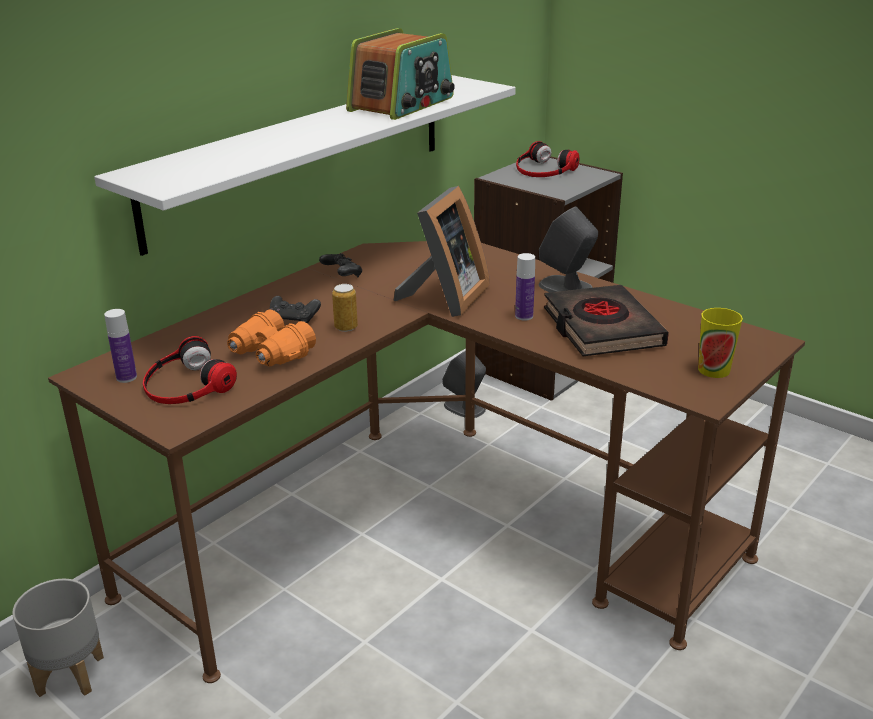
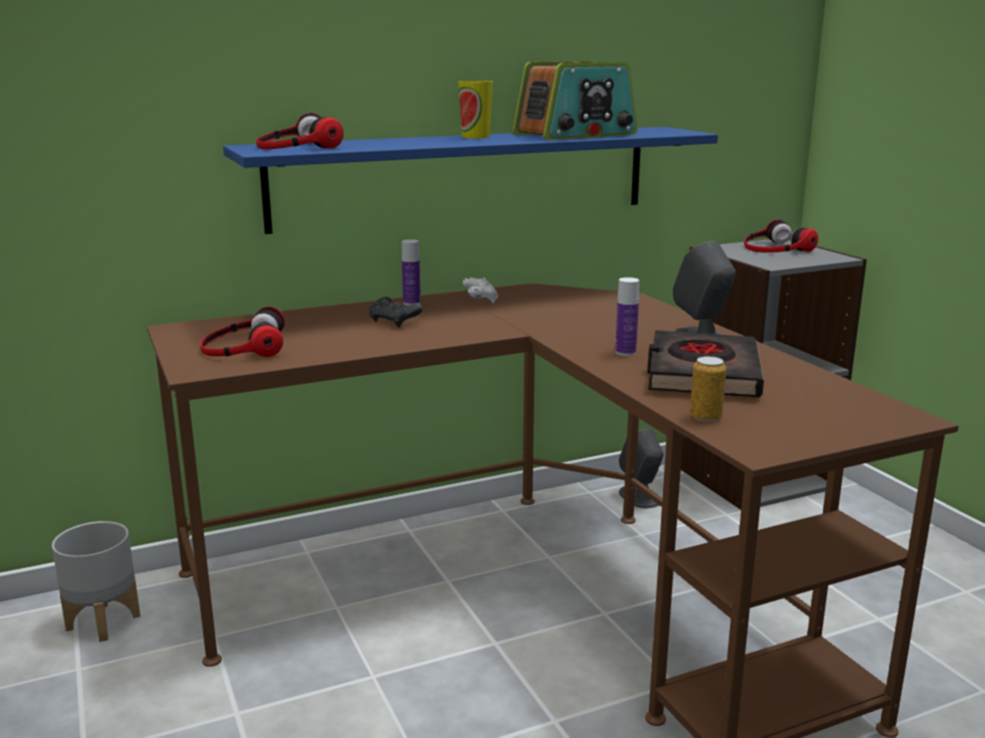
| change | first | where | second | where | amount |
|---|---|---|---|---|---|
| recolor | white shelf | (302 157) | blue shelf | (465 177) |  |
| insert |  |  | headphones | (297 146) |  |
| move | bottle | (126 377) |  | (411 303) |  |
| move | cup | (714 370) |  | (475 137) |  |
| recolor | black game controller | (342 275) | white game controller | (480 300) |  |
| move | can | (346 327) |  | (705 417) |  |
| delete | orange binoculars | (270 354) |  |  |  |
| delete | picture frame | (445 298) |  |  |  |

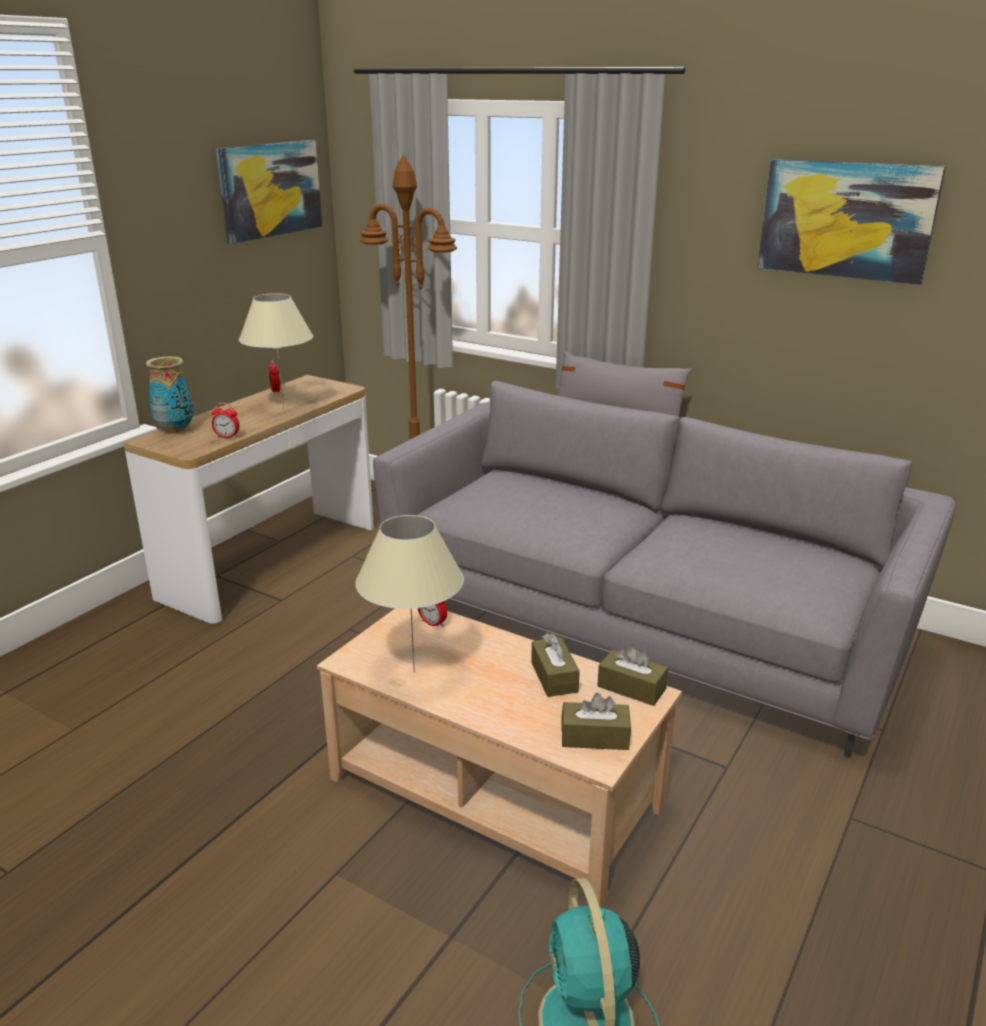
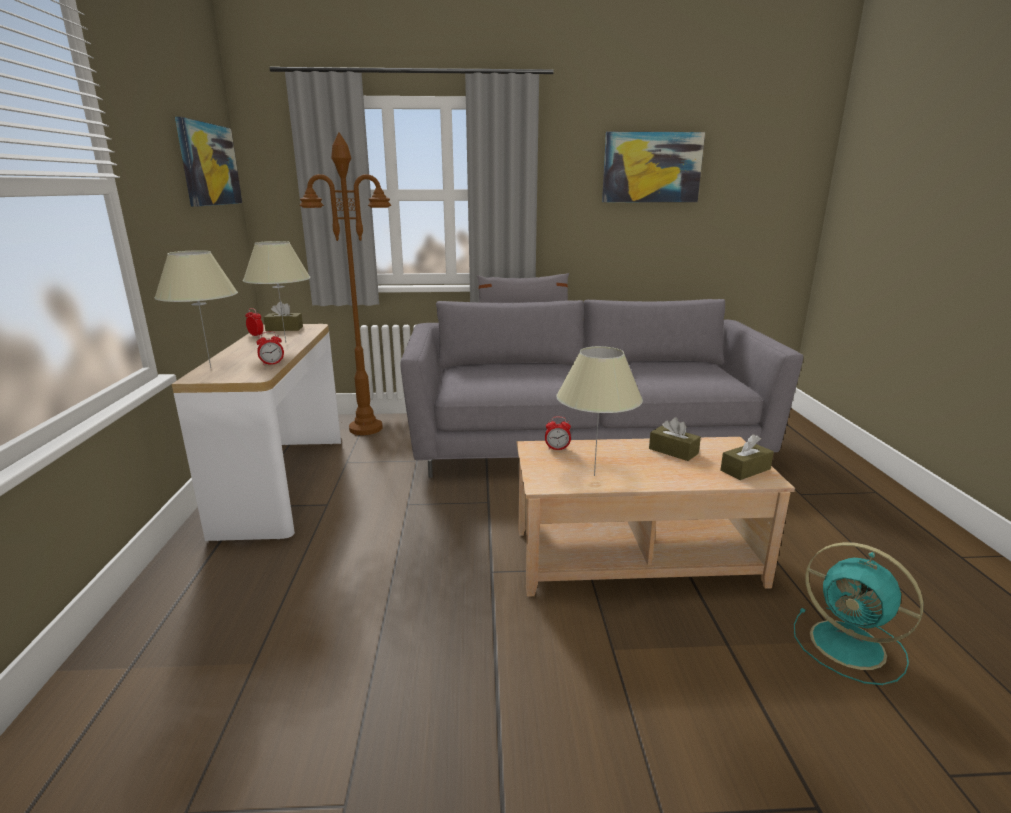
| change | first | where | second | where | amount |
|---|---|---|---|---|---|
| replace | vase | (175 429) | beige table lamp | (210 368) |  |
| move | brown tissue box | (631 688) |  | (284 329) |  |

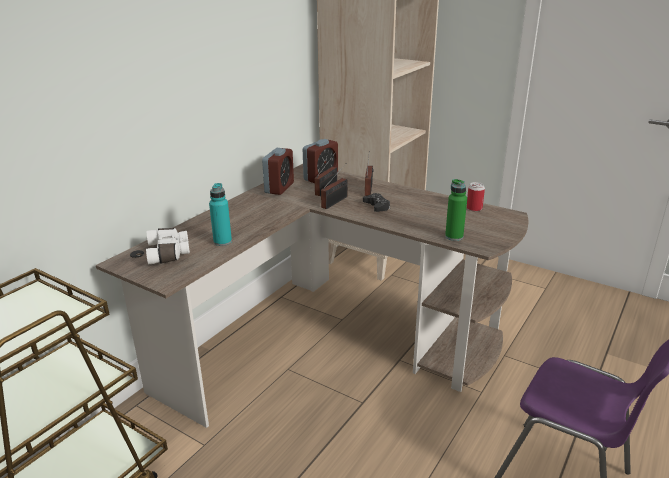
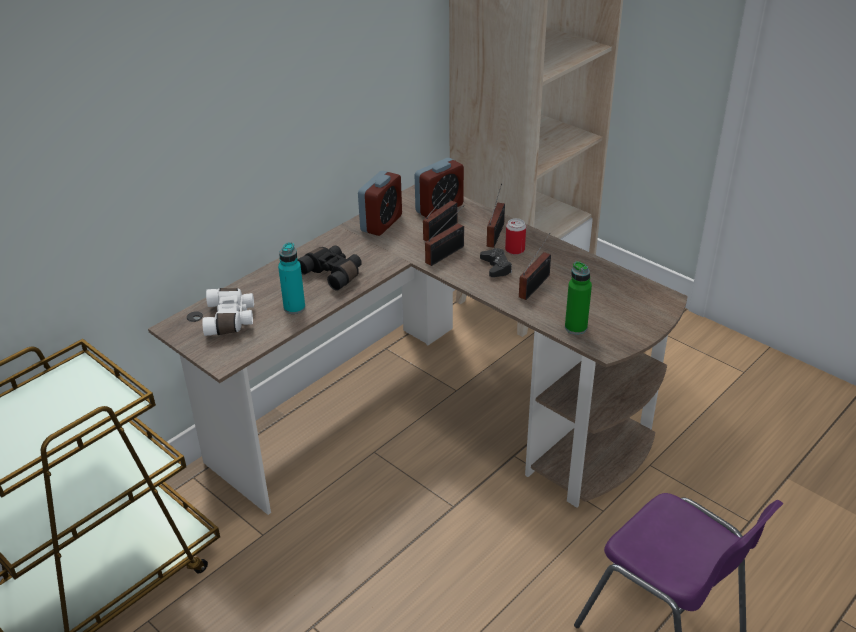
| change | first | where | second | where | amount |
|---|---|---|---|---|---|
| insert |  |  | black binoculars | (333 273) |  |
| move | can | (474 208) |  | (515 250) |  |
| insert |  |  | radio | (536 285) |  |

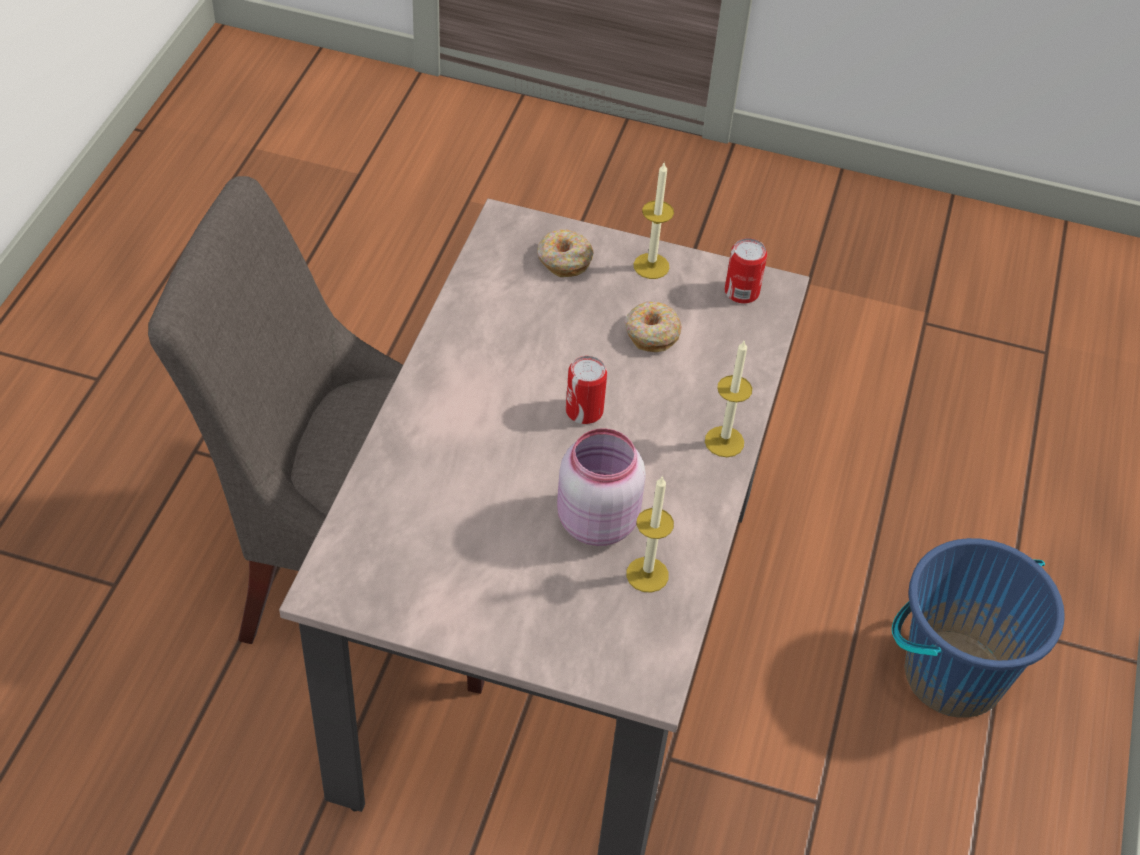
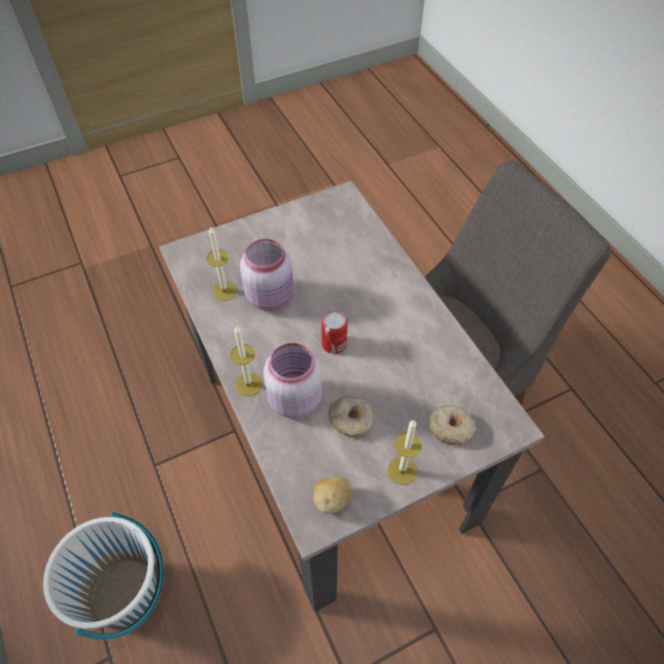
| change | first | where | second | where | amount |
|---|---|---|---|---|---|
| recolor | blue bucket | (952 674) | white bucket | (126 593) |  |
| insert |  |  | pink jar | (293 399) |  |
| replace | can | (741 292) | potato | (331 500) |  |

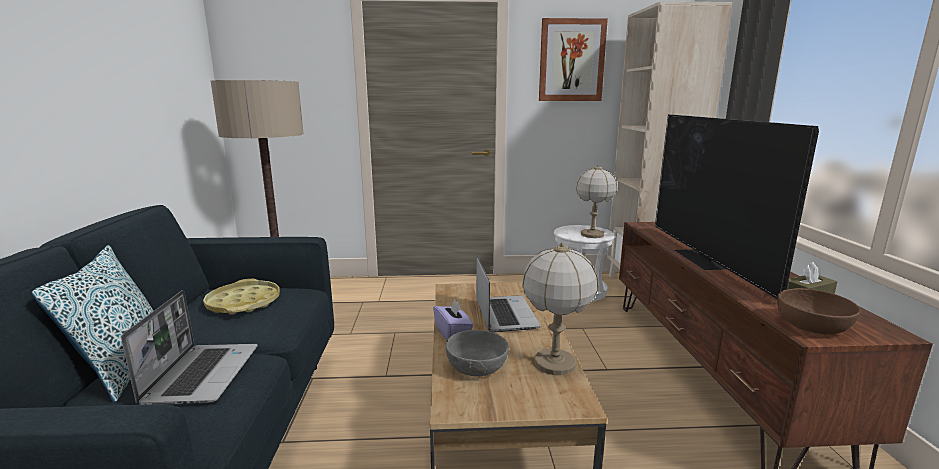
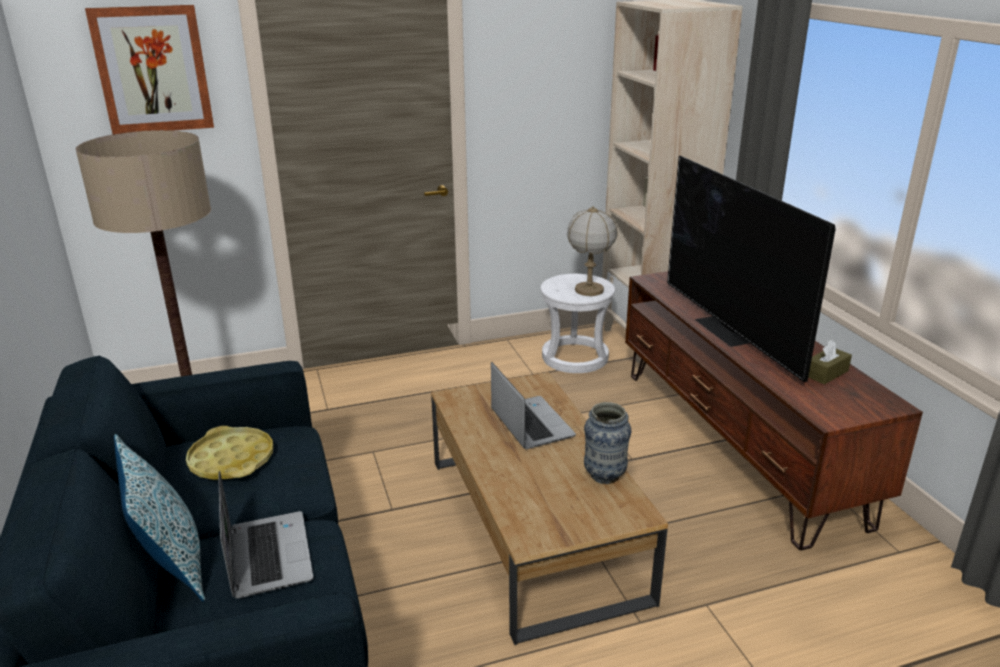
| change | first | where | second | where | amount |
|---|---|---|---|---|---|
| move | picture | (571 60) |  | (153 70) |  |
| replace | table lamp | (555 363) | vase | (604 476) |  |
| delete | purple tissue box | (453 333) |  |  |  |
| delete | grey bowl | (477 366) |  |  |  |
| delete | brown bowl | (812 326) |  |  |  |

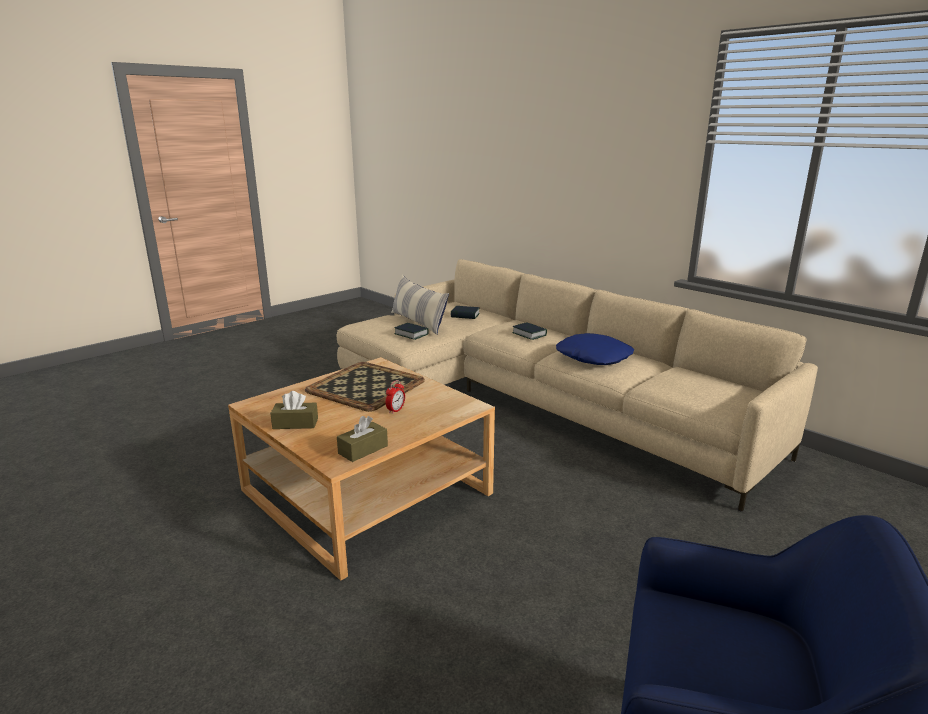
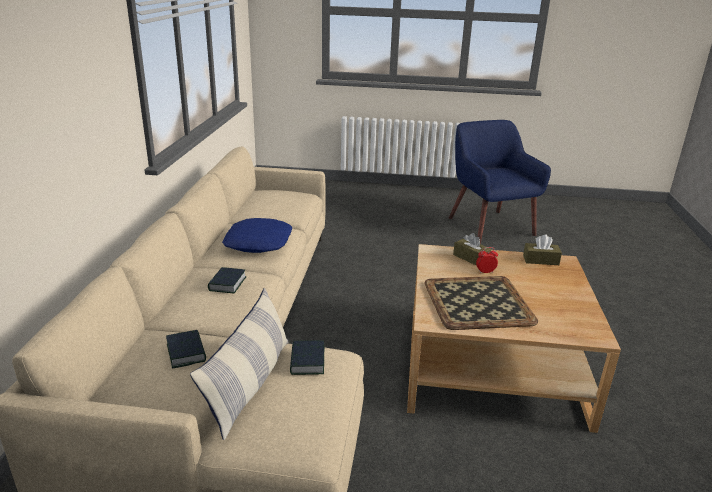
| change | first | where | second | where | amount |
|---|---|---|---|---|---|
| move | brown tissue box | (295 423) |  | (471 258) |  |

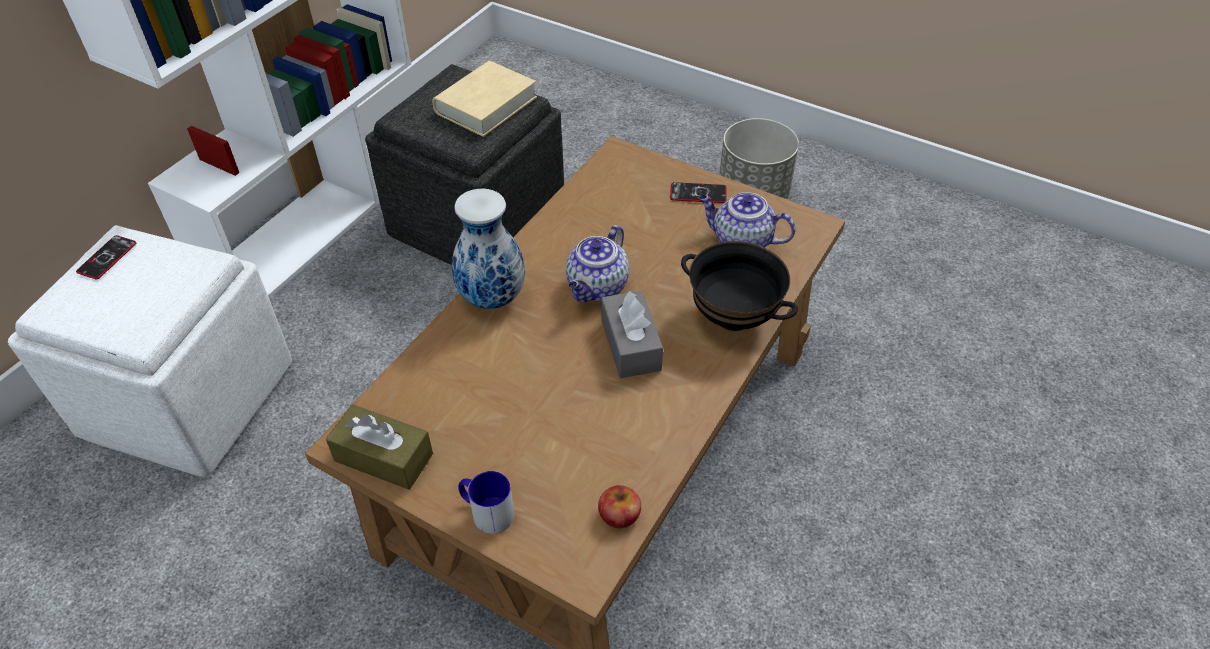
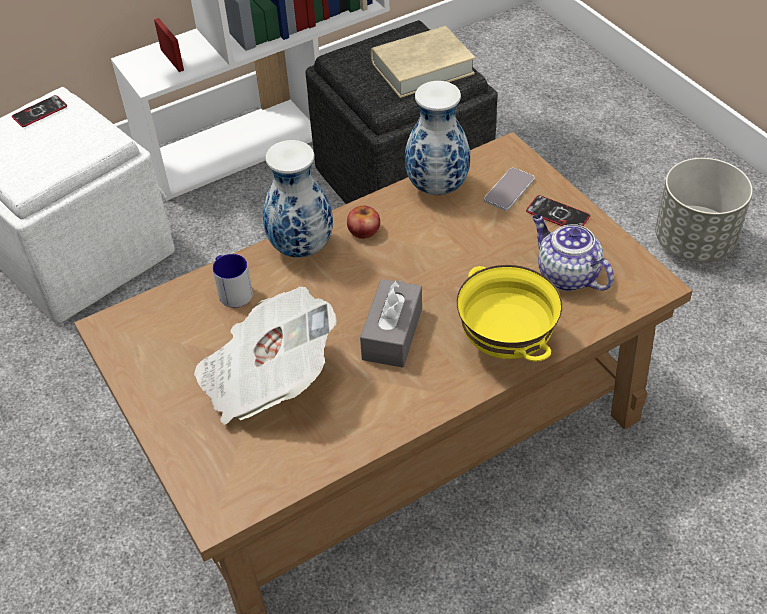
| change | first | where | second | where | amount |
|---|---|---|---|---|---|
| insert |  |  | newspaper | (266 378) |  |
| move | mug | (486 512) |  | (232 290) |  |
| move | apple | (619 514) |  | (364 230) |  |
| insert |  |  | vase | (436 187) |  |
| recolor | black bowl | (734 317) | yellow bowl | (506 344) |  |
| insert |  |  | phone | (509 190) |  |
| delete | brown tissue box | (383 457) |  |  |  |
| delete | teapot | (597 288) |  |  |  |

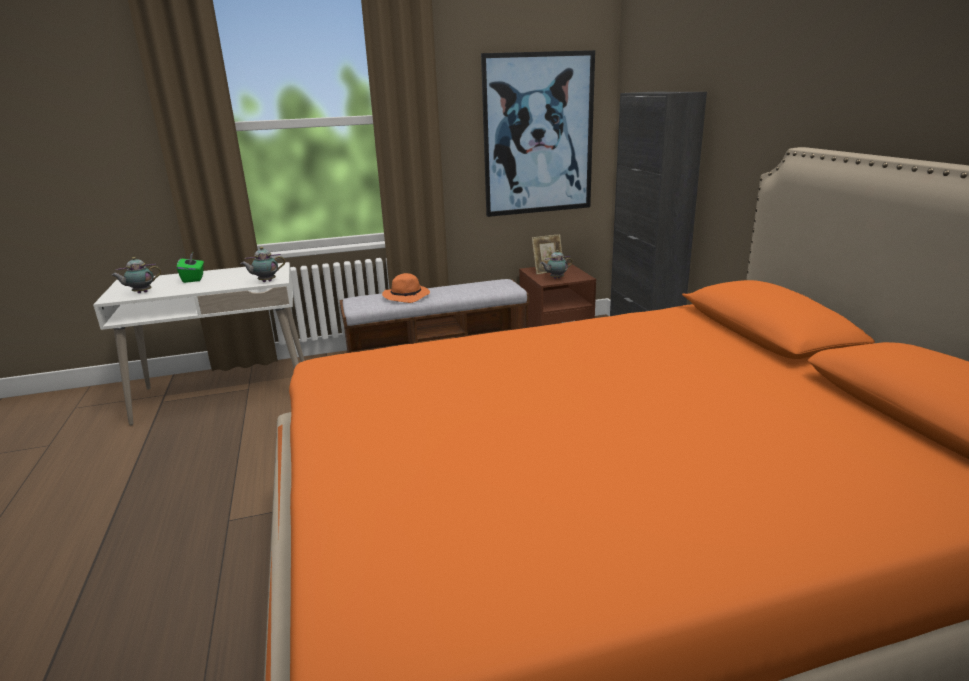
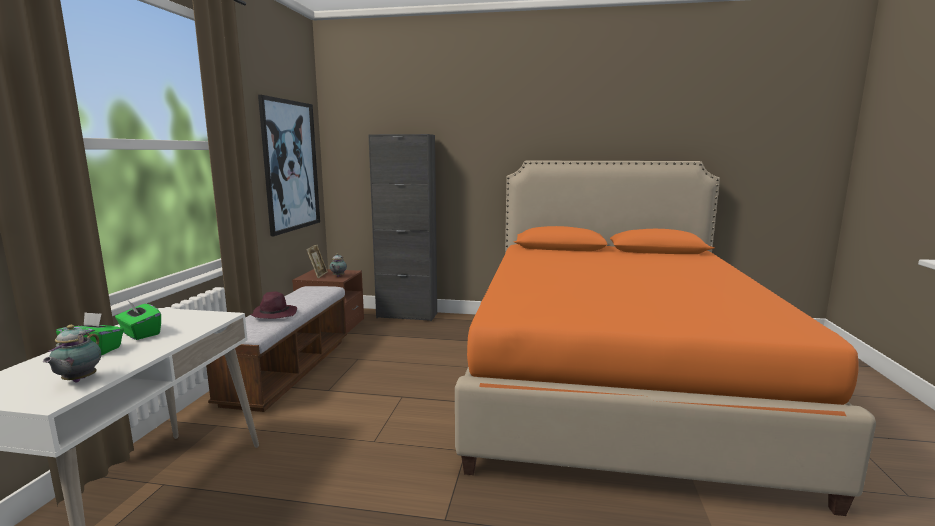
| change | first | where | second | where | amount |
|---|---|---|---|---|---|
| insert |  |  | green tissue box | (140 333) |  |
| recolor | orange hat | (407 296) | purple hat | (274 314) |  |
| delete | teapot | (266 281) |  |  |  |

